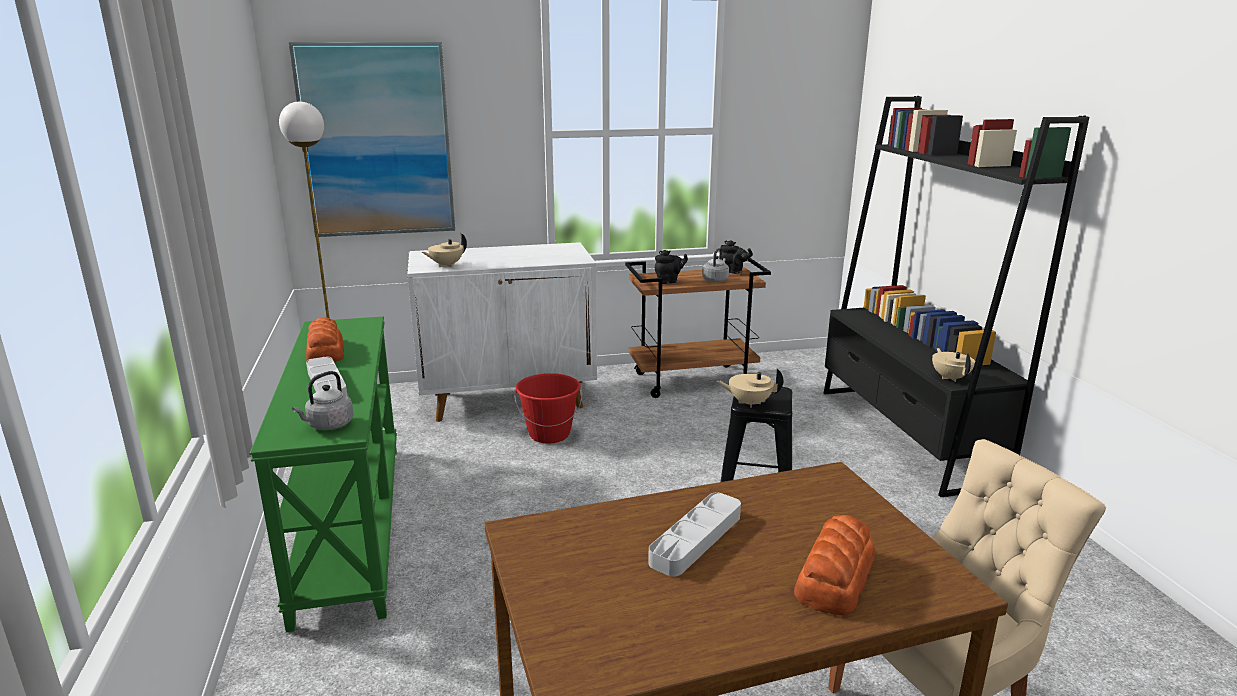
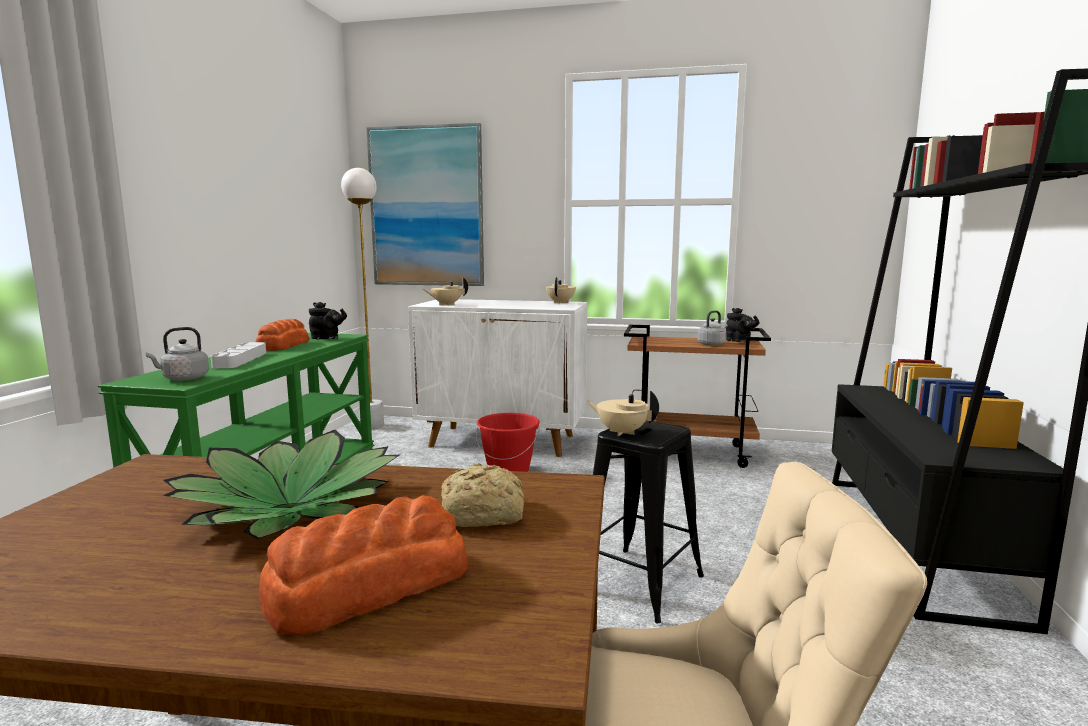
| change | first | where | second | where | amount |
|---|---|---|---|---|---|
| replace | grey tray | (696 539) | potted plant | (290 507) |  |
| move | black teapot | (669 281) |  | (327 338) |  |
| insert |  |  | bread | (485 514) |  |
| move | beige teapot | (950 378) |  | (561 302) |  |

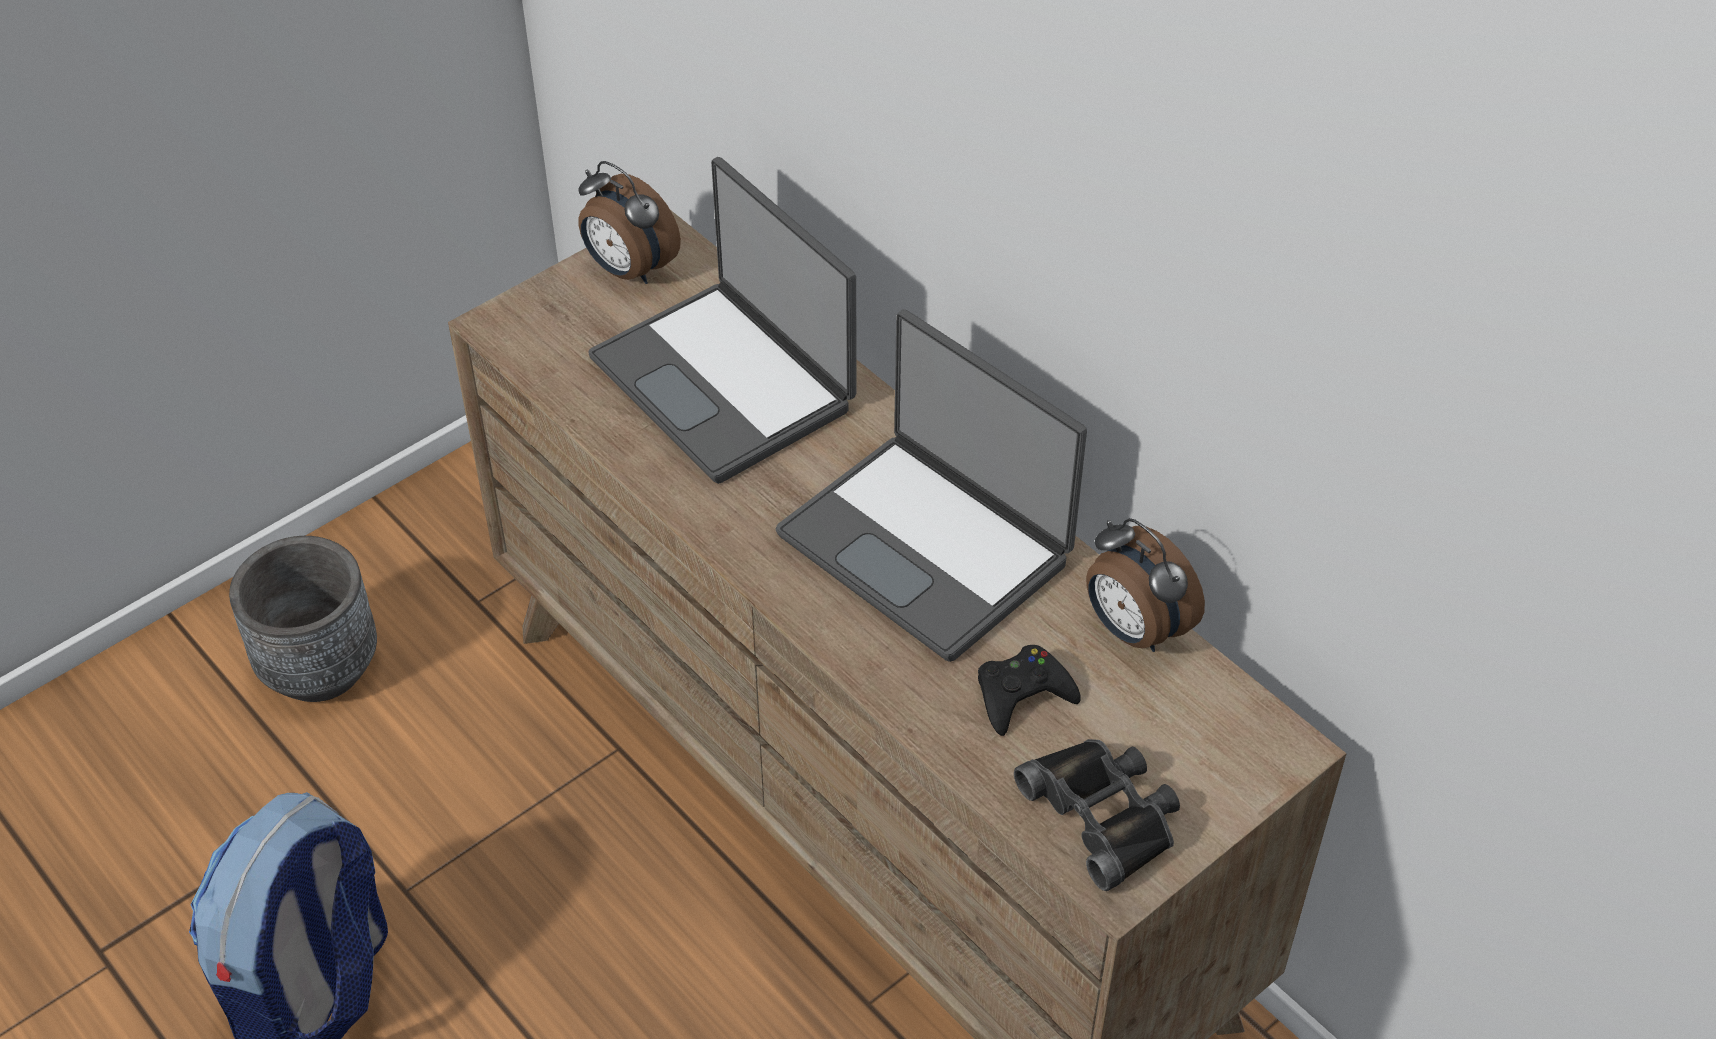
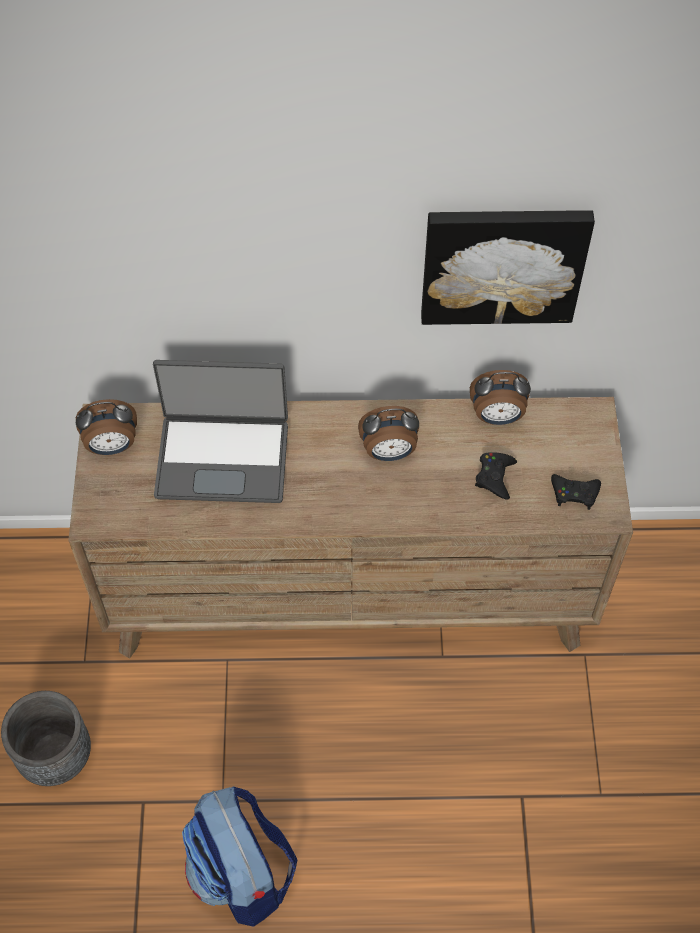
| change | first | where | second | where | amount |
|---|---|---|---|---|---|
| replace | laptop | (928 546) | alarm clock | (389 452) |  |
| insert |  |  | picture | (502 263) |  |
| replace | black binoculars | (1104 814) | black game controller | (574 493) |  |

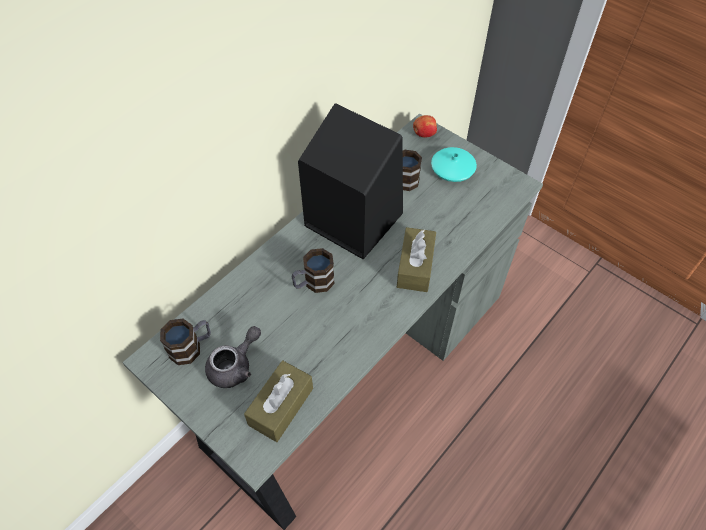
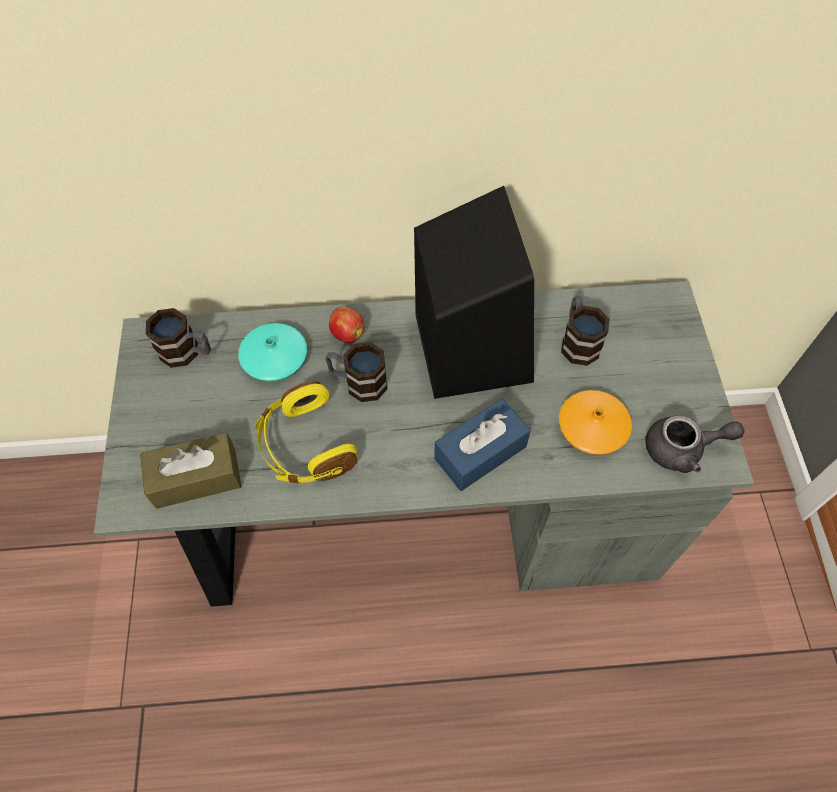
| change | first | where | second | where | amount |
|---|---|---|---|---|---|
| move | turquoise vase | (452 169) |  | (274 358) |  |
| insert |  |  | yellow headphones | (305 446) |  |
| move | apple | (423 134) |  | (347 333) |  |
| recolor | brown tissue box | (415 266) | blue tissue box | (480 452) |  |
| insert |  |  | orange vase | (592 427) |  |
| move | grey teapot | (235 366) |  | (682 449) |  |

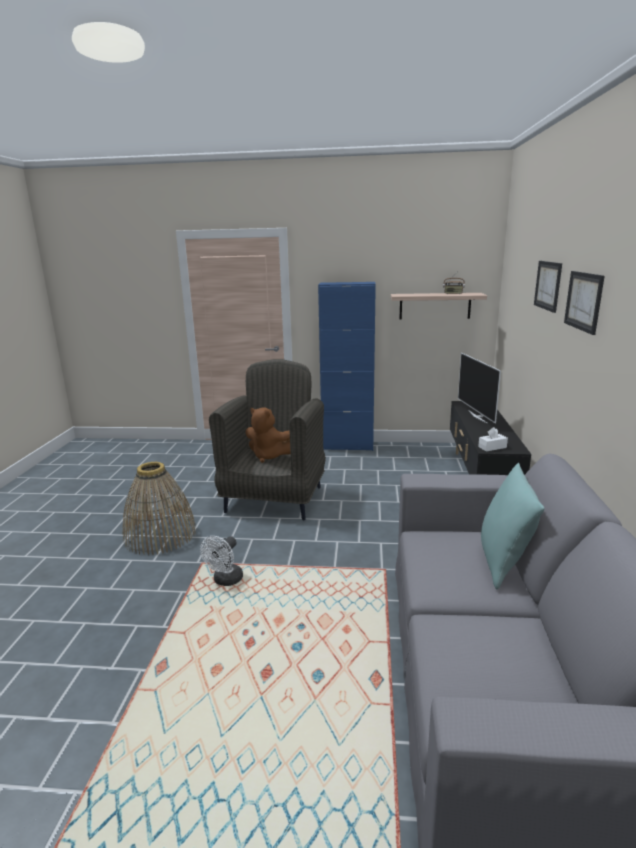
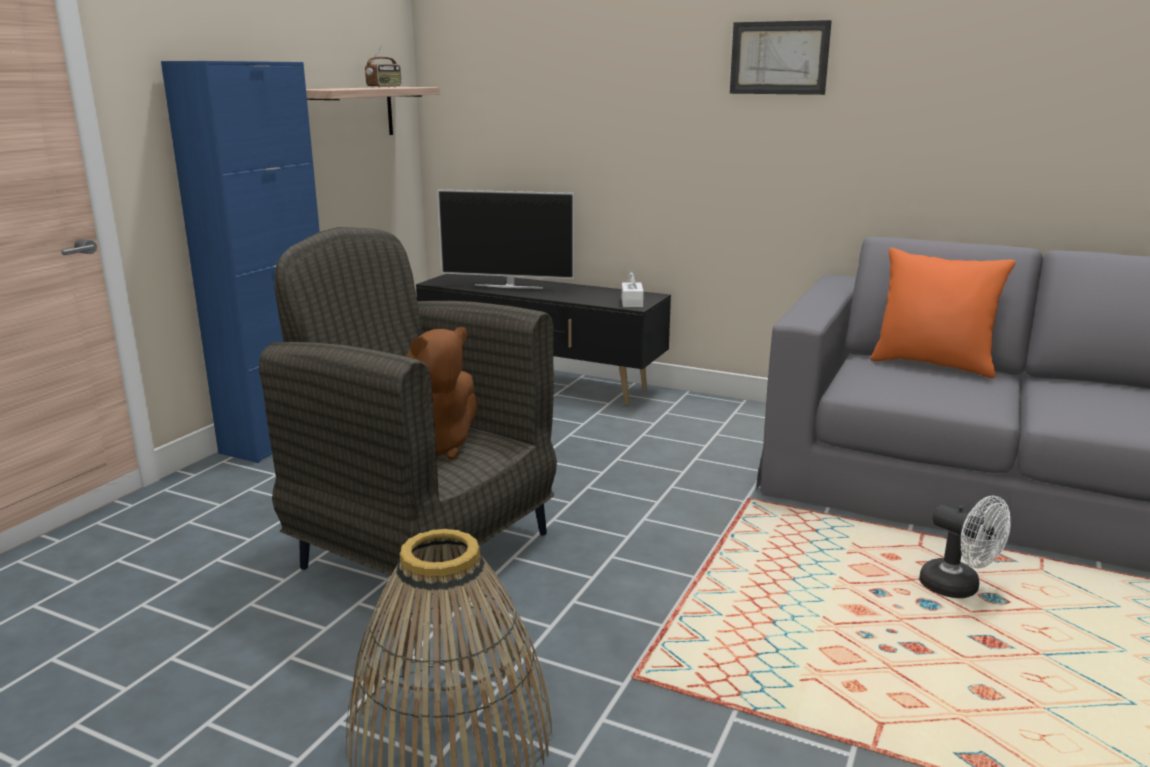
| change | first | where | second | where | amount |
|---|---|---|---|---|---|
| recolor | turquoise pillow | (503 562) | orange pillow | (932 364) |  |
| move | white fan | (225 581) |  | (958 588) |  |
| delete | picture | (548 285) |  |  |  |

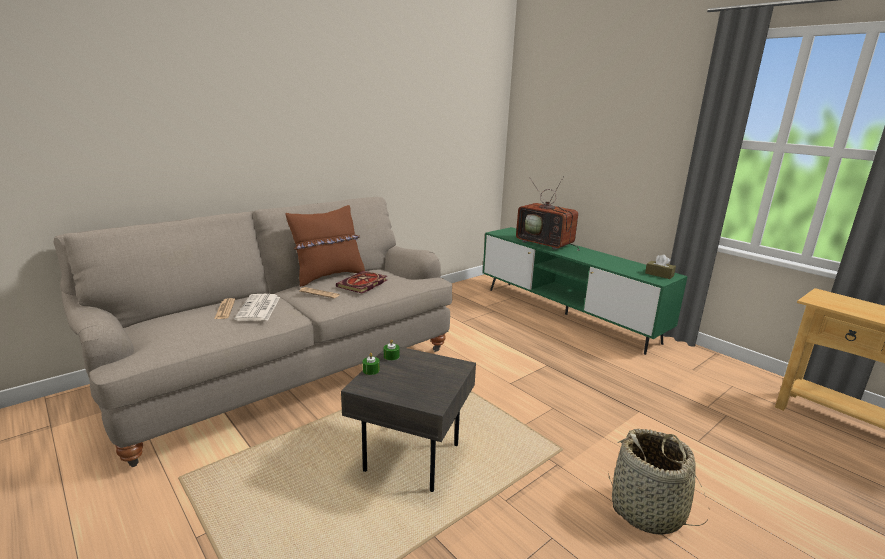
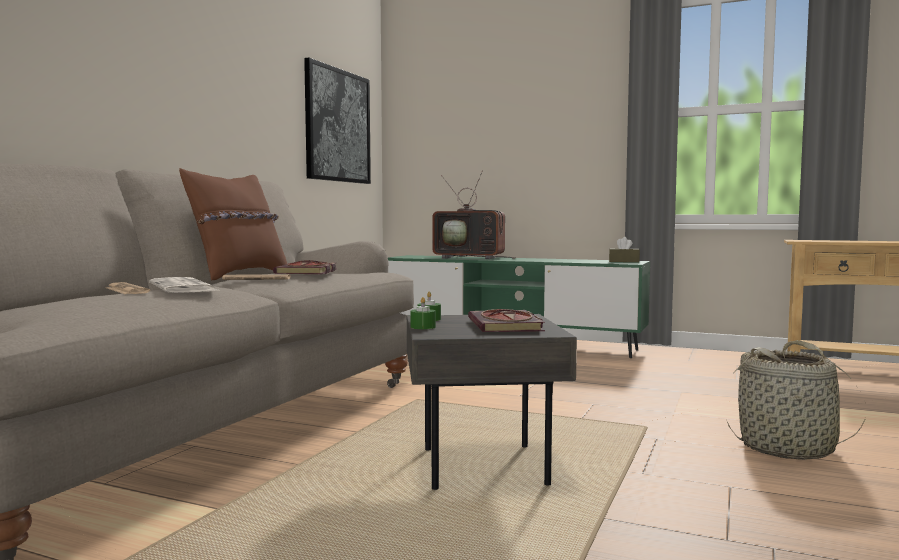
| change | first | where | second | where | amount |
|---|---|---|---|---|---|
| insert |  |  | picture | (337 126) |  |
| insert |  |  | book | (507 326) |  |

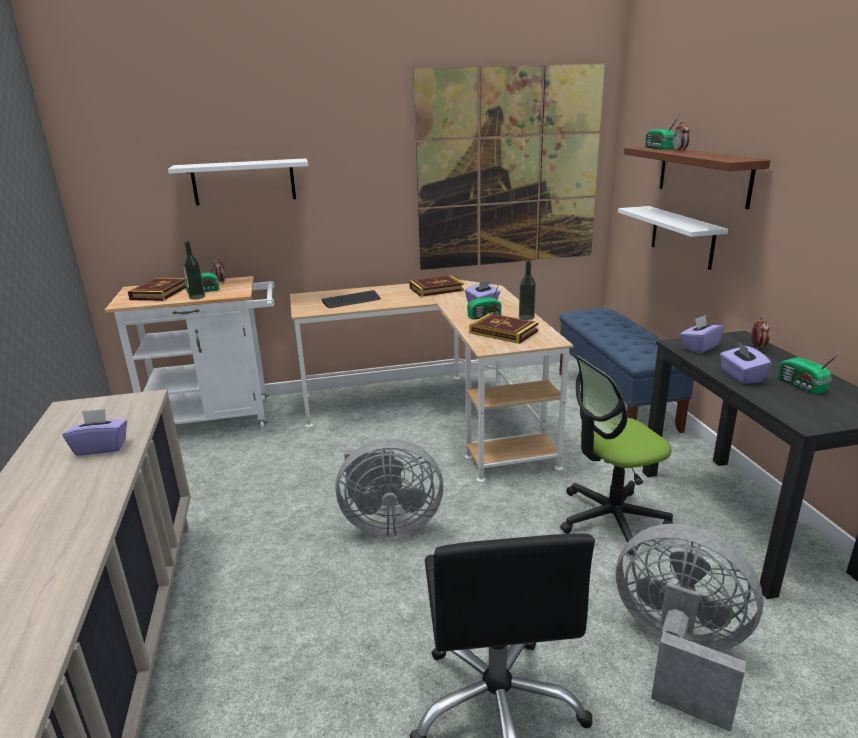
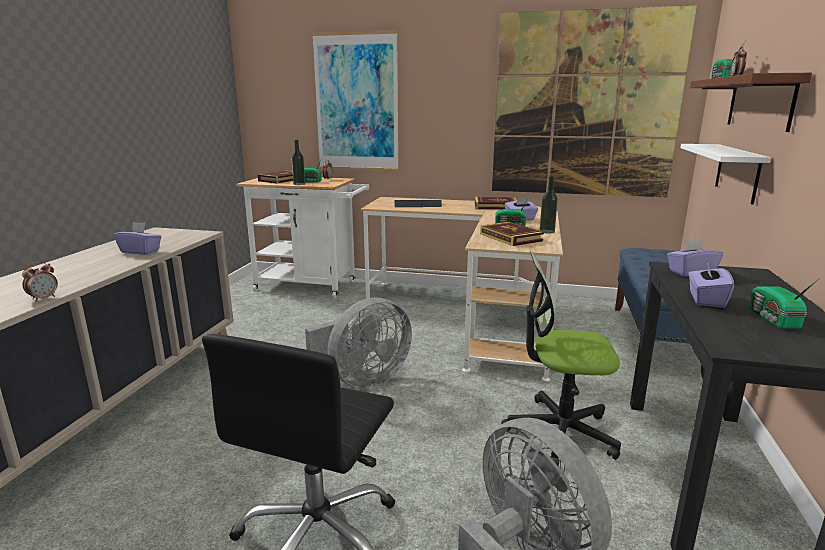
| change | first | where | second | where | amount |
|---|---|---|---|---|---|
| move | alarm clock | (757 347) |  | (44 298) |  |
| rotate | grey fan | (388 523) |  | (362 380) | 60 degrees counterclockwise |
| replace | white shelf | (244 182) | picture | (356 103) |  |

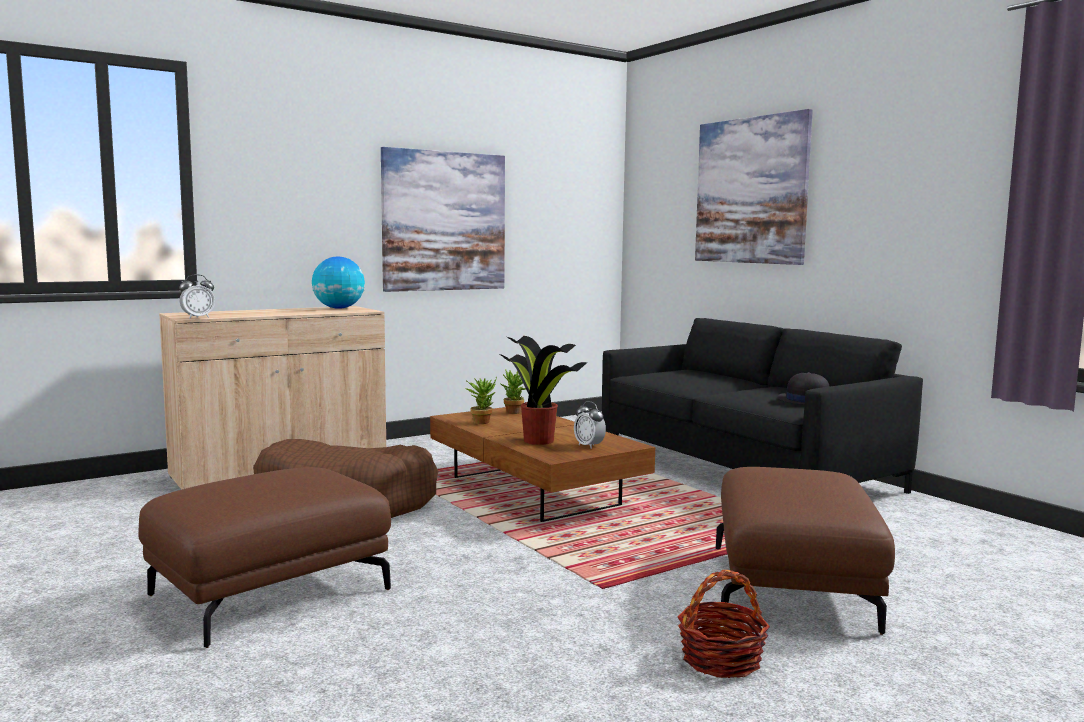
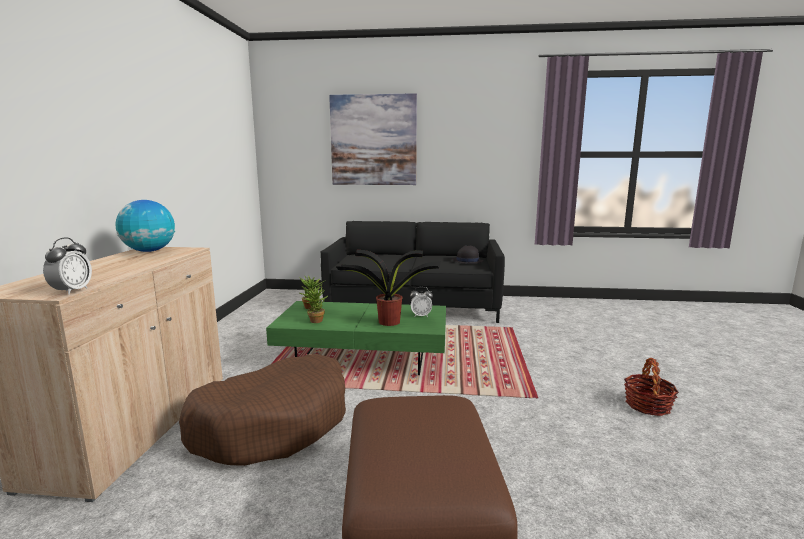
| change | first | where | second | where | amount |
|---|---|---|---|---|---|
| recolor | brown coffee table | (535 491) | green coffee table | (364 358) |  |
| delete | picture | (444 221) |  |  |  |
| delete | brown ottoman | (794 588) |  |  |  |

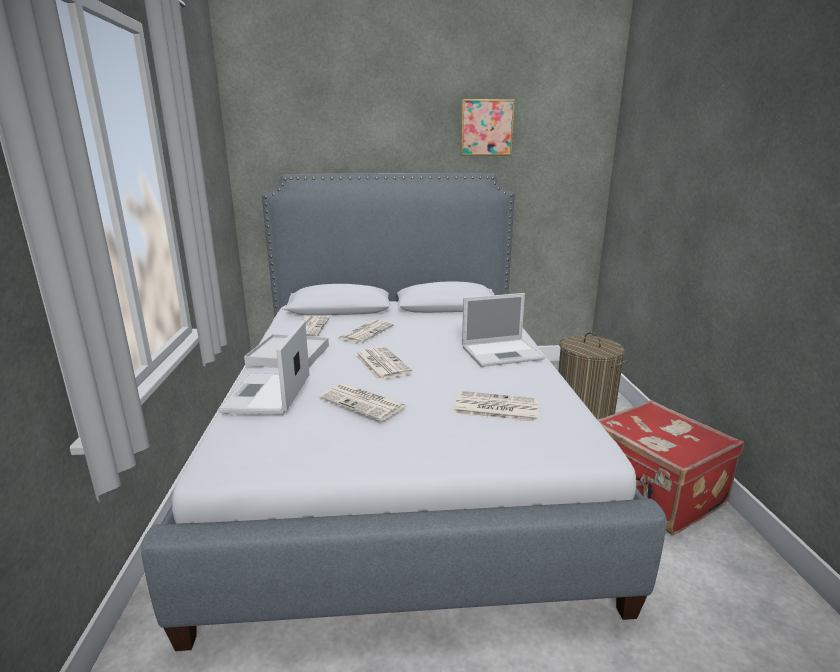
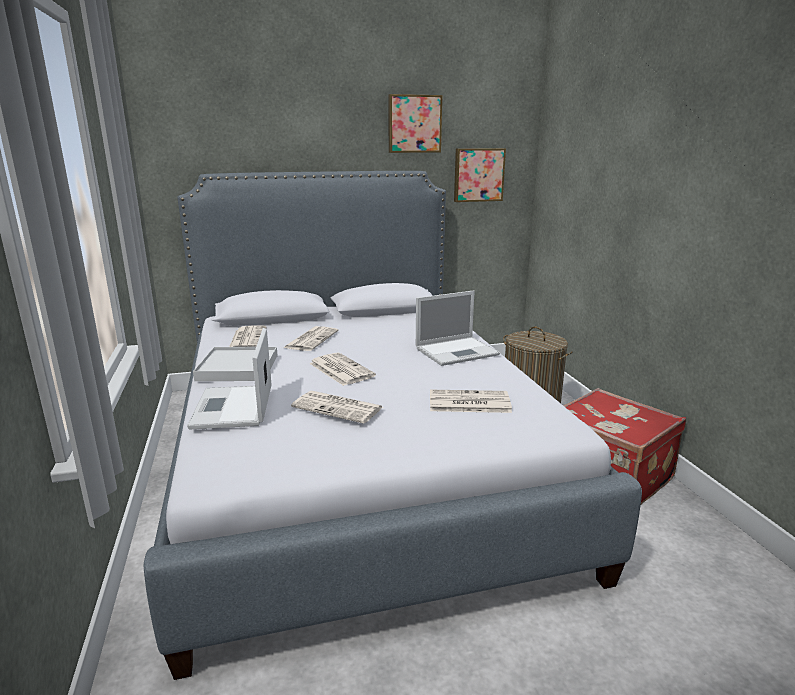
| change | first | where | second | where | amount |
|---|---|---|---|---|---|
| insert |  |  | picture | (478 175) |  |

